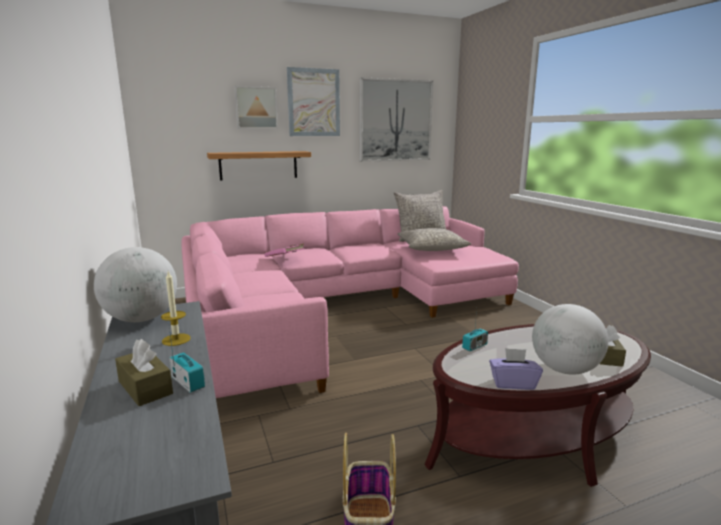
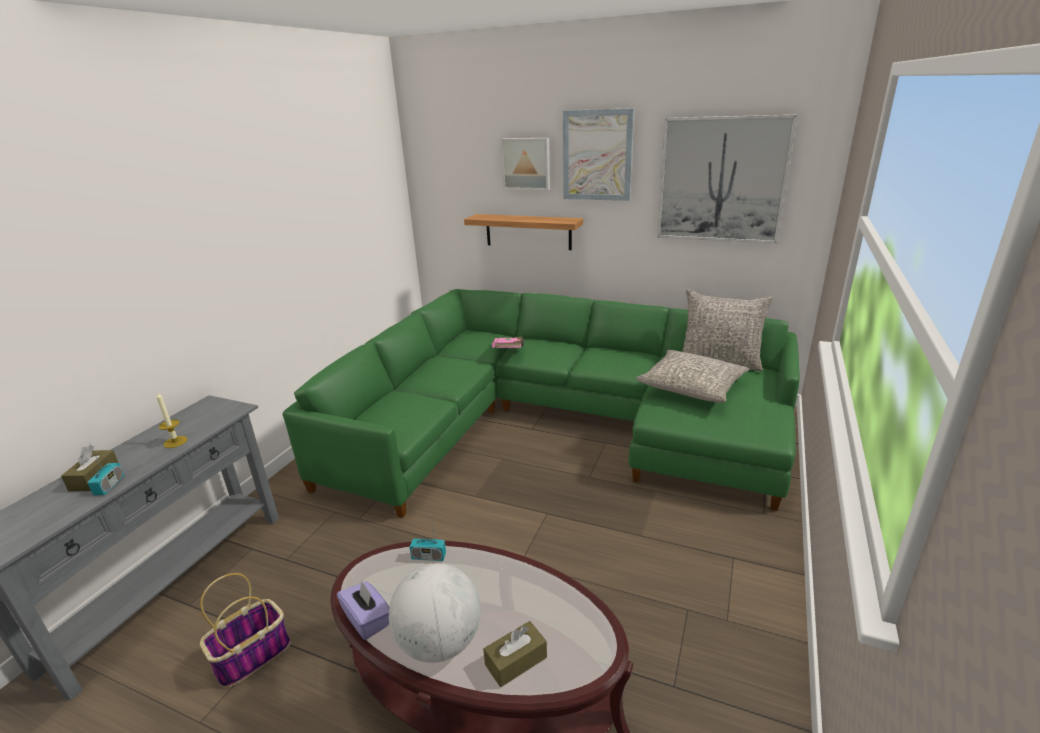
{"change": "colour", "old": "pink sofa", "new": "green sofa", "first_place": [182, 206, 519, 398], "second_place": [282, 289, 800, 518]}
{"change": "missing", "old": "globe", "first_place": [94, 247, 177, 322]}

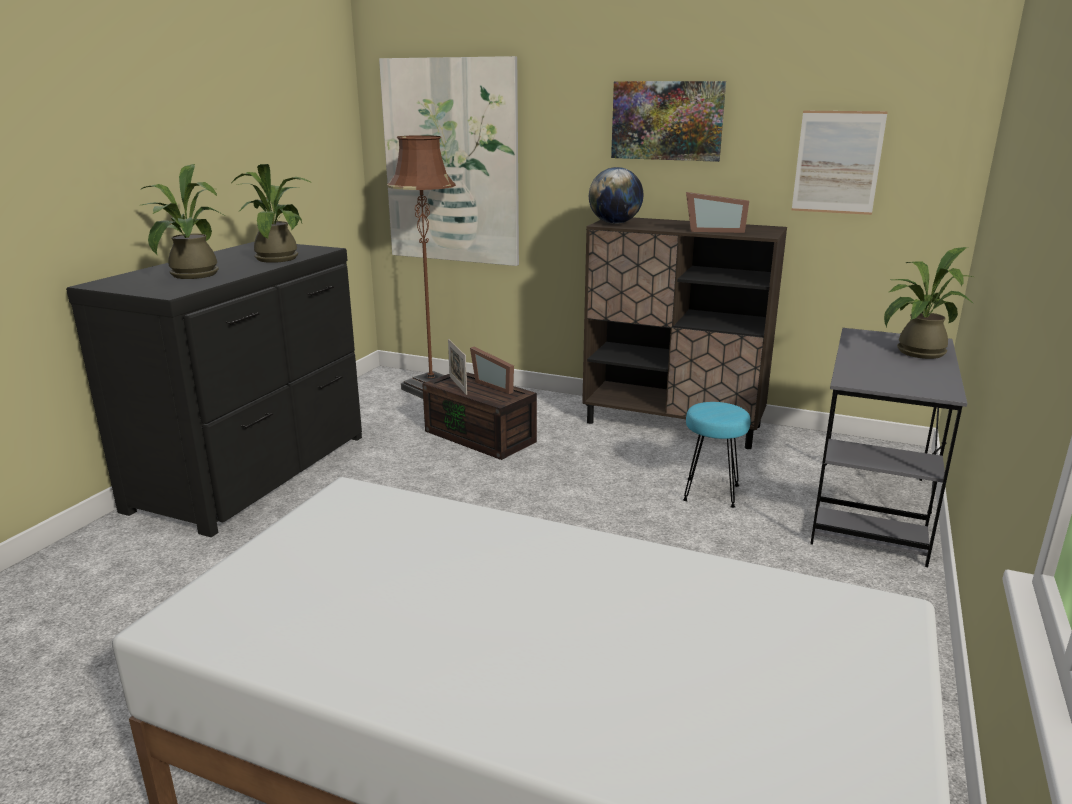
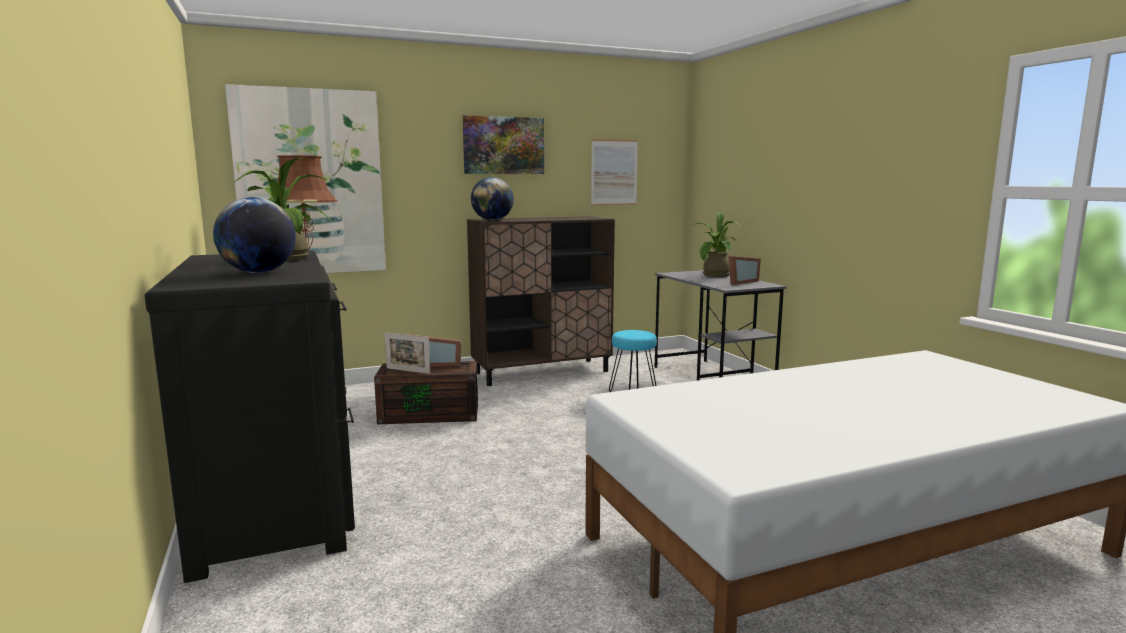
{"change": "exchanged", "old": "potted plant", "new": "globe", "first_place": [141, 164, 224, 279], "second_place": [213, 197, 296, 273]}
{"change": "relocated", "old": "picture frame", "first_place": [686, 192, 749, 233], "second_place": [728, 256, 761, 285]}

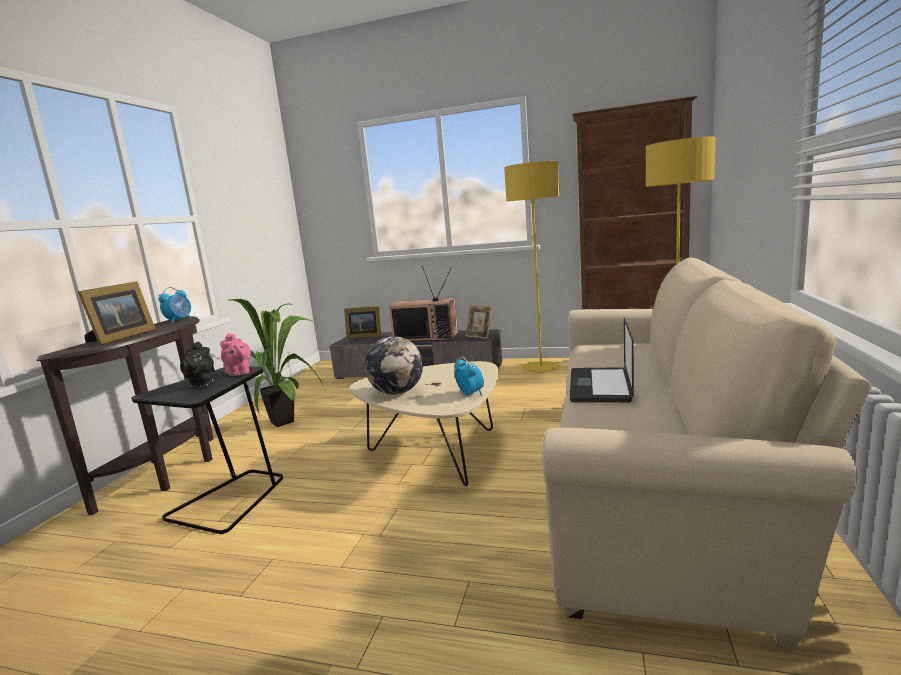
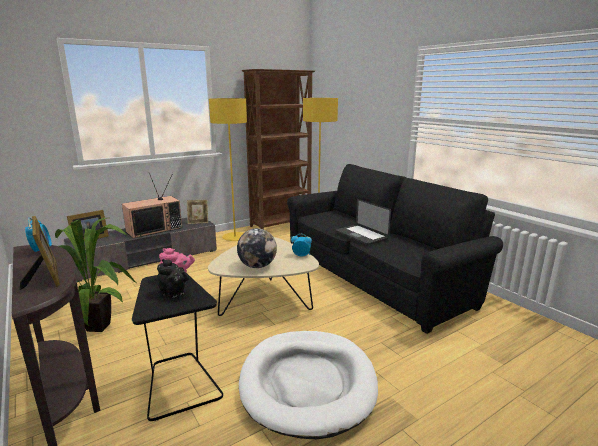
{"change": "appeared", "new": "white dog bed", "second_place": [239, 331, 378, 439]}
{"change": "colour", "old": "beige sofa", "new": "black sofa", "first_place": [542, 258, 871, 649], "second_place": [287, 164, 503, 334]}

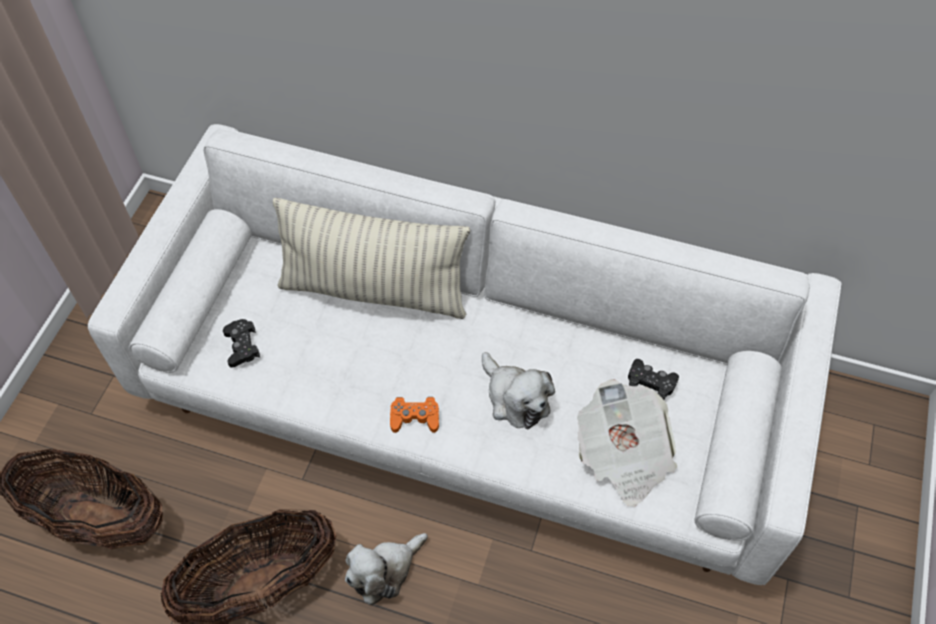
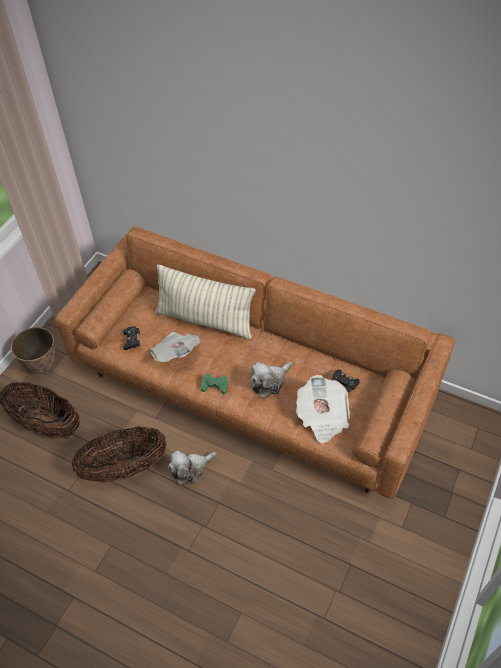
{"change": "appeared", "new": "planter", "second_place": [11, 327, 56, 374]}
{"change": "colour", "old": "white sofa", "new": "brown sofa", "first_place": [88, 124, 841, 585], "second_place": [55, 226, 455, 499]}
{"change": "appeared", "new": "newspaper", "second_place": [150, 332, 200, 362]}
{"change": "colour", "old": "orange game controller", "new": "green game controller", "first_place": [390, 397, 439, 433], "second_place": [201, 374, 228, 394]}
{"change": "spun", "old": "plush toy", "first_place": [482, 352, 555, 429], "second_place": [251, 362, 292, 399], "degrees": 75}

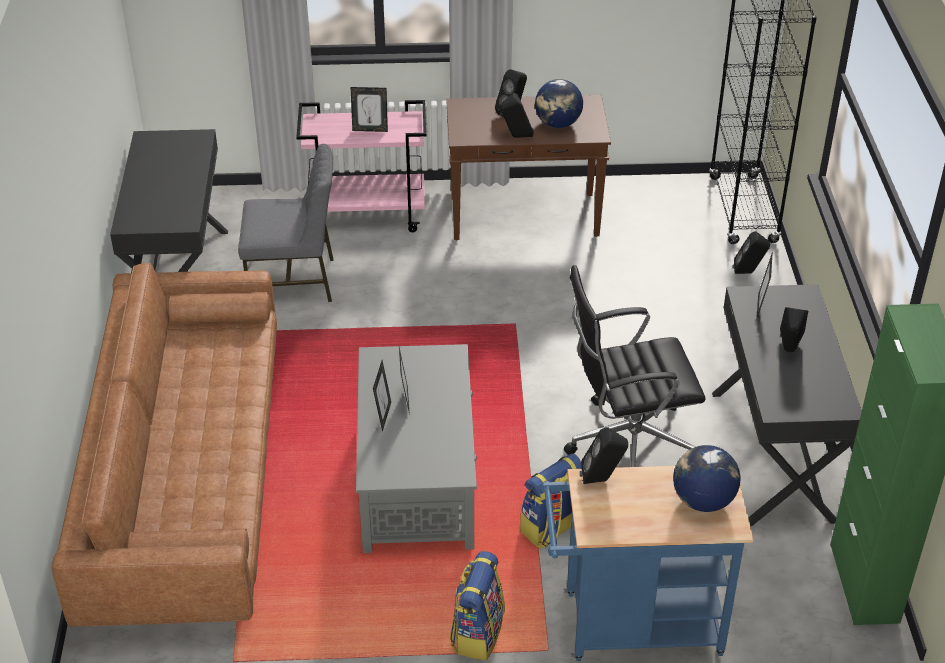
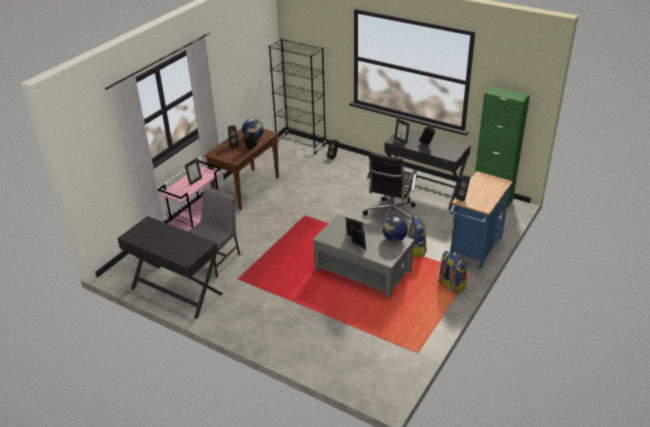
{"change": "relocated", "old": "globe", "first_place": [673, 445, 741, 512], "second_place": [383, 217, 408, 242]}
{"change": "missing", "old": "brown sofa", "first_place": [52, 263, 277, 627]}

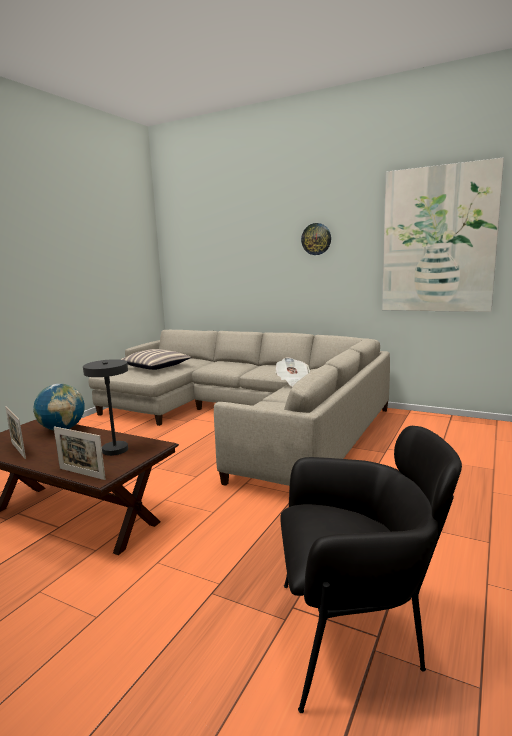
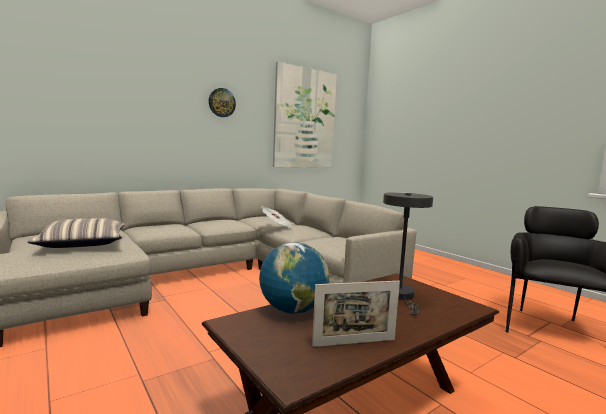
{"change": "missing", "old": "picture frame", "first_place": [54, 426, 106, 480]}

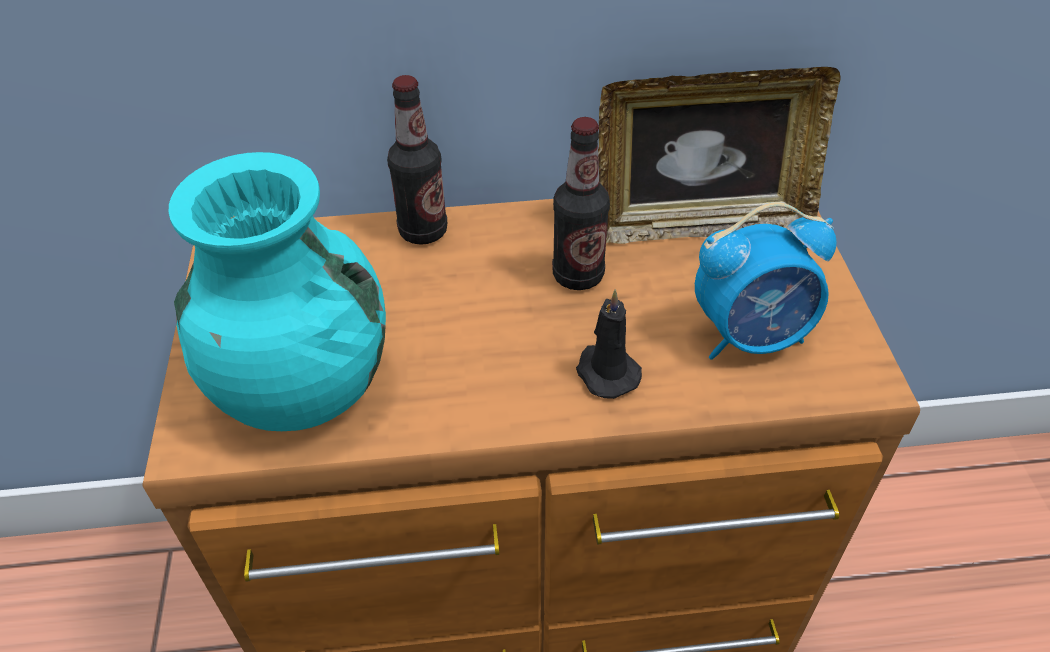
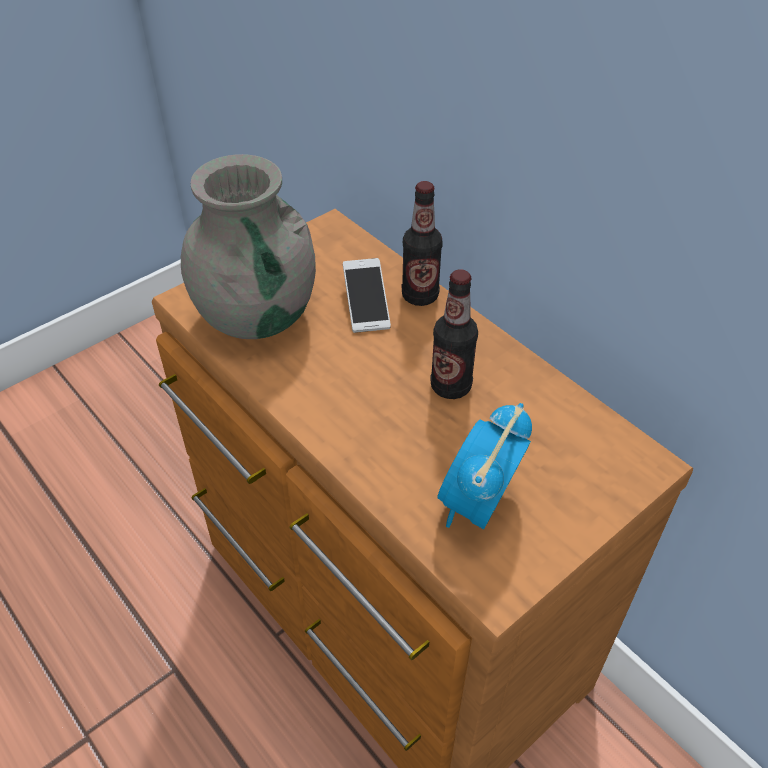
{"change": "colour", "old": "turquoise vase", "new": "grey vase", "first_place": [169, 152, 386, 431], "second_place": [181, 154, 316, 339]}
{"change": "appeared", "new": "phone", "second_place": [343, 258, 391, 333]}
{"change": "spun", "old": "alarm clock", "first_place": [695, 202, 837, 360], "second_place": [437, 403, 532, 529], "degrees": 75}
{"change": "missing", "old": "black candle", "first_place": [576, 289, 642, 399]}
{"change": "missing", "old": "picture frame", "first_place": [598, 67, 840, 244]}

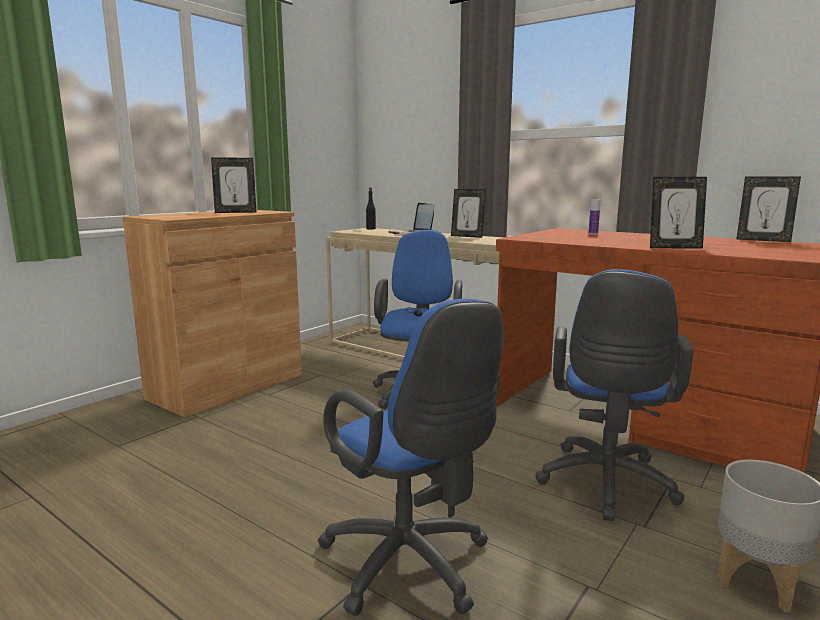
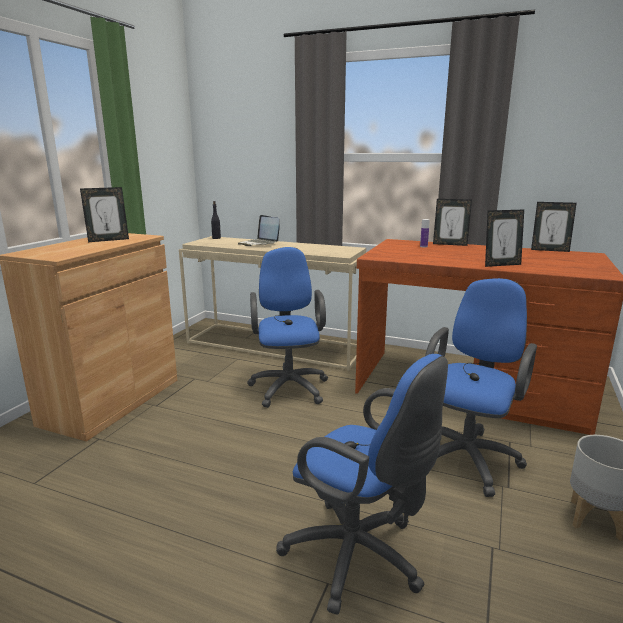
{"change": "spun", "old": "blue office chair", "first_place": [535, 269, 694, 521], "second_place": [425, 278, 537, 497], "degrees": -150}
{"change": "relocated", "old": "picture frame", "first_place": [451, 189, 486, 238], "second_place": [433, 199, 472, 246]}

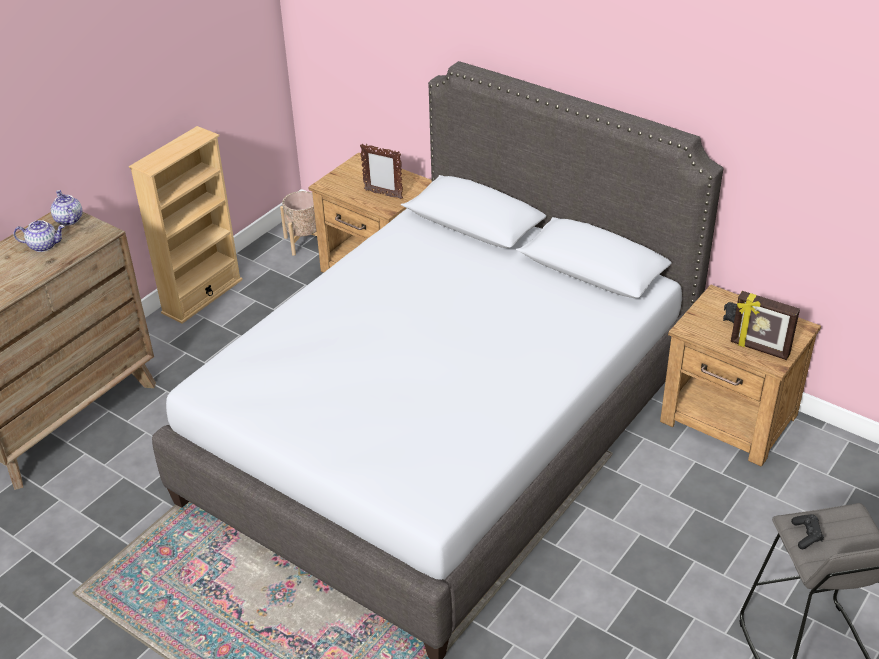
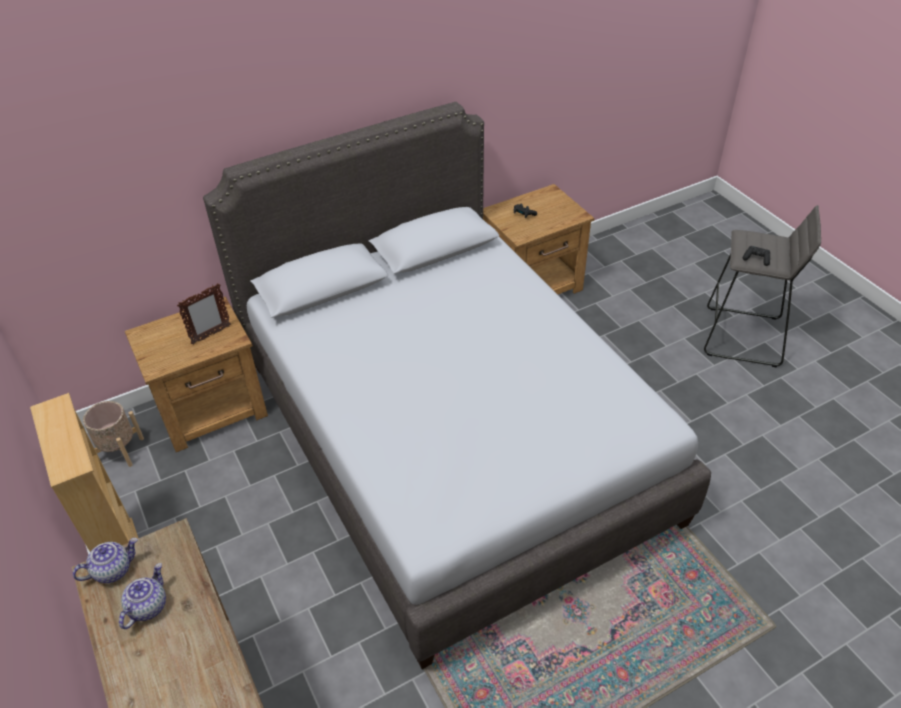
{"change": "spun", "old": "teapot", "first_place": [51, 190, 83, 226], "second_place": [73, 538, 138, 583], "degrees": 150}
{"change": "missing", "old": "picture frame", "first_place": [731, 291, 800, 360]}

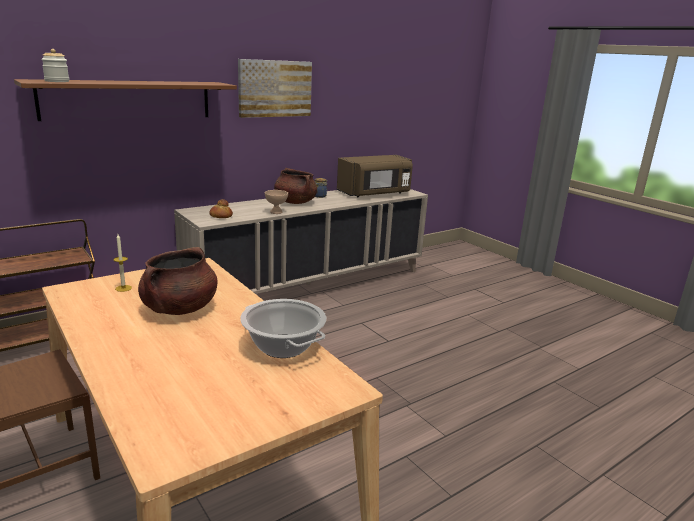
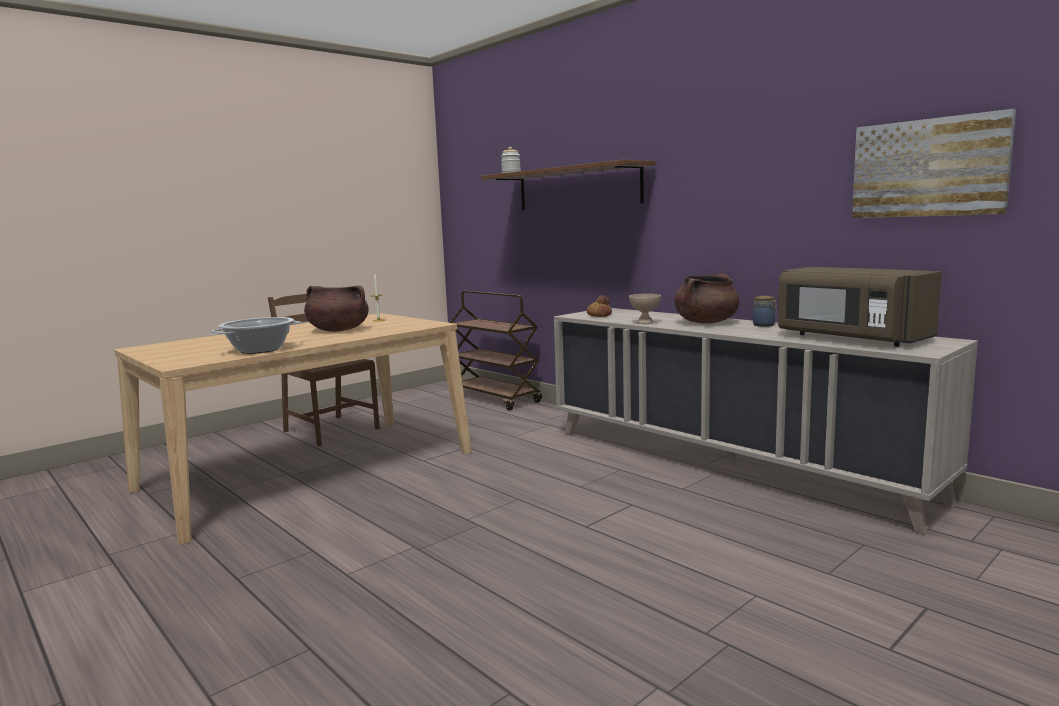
{"change": "relocated", "old": "picture", "first_place": [238, 59, 312, 118], "second_place": [852, 109, 1016, 218]}

